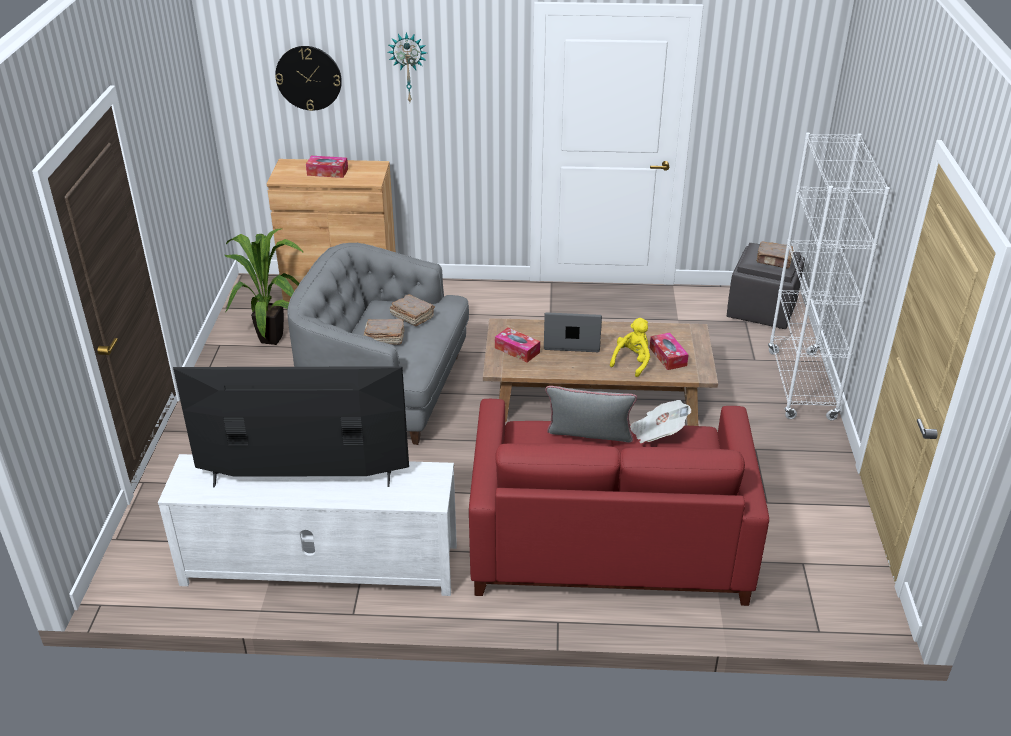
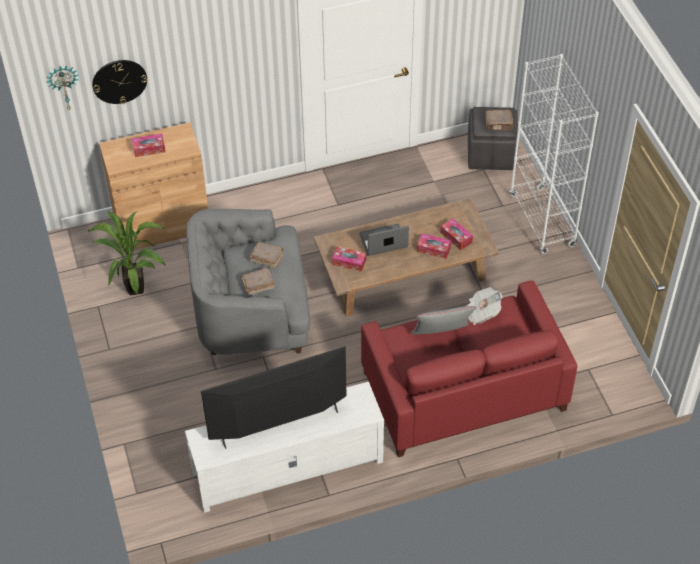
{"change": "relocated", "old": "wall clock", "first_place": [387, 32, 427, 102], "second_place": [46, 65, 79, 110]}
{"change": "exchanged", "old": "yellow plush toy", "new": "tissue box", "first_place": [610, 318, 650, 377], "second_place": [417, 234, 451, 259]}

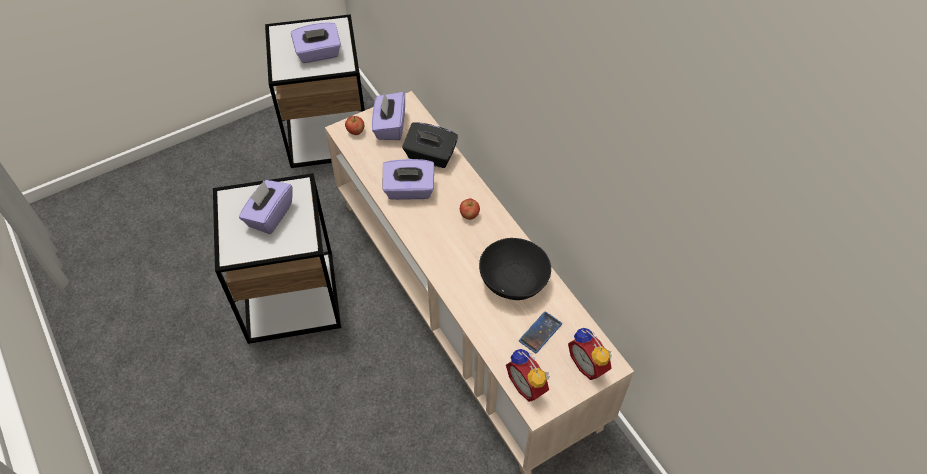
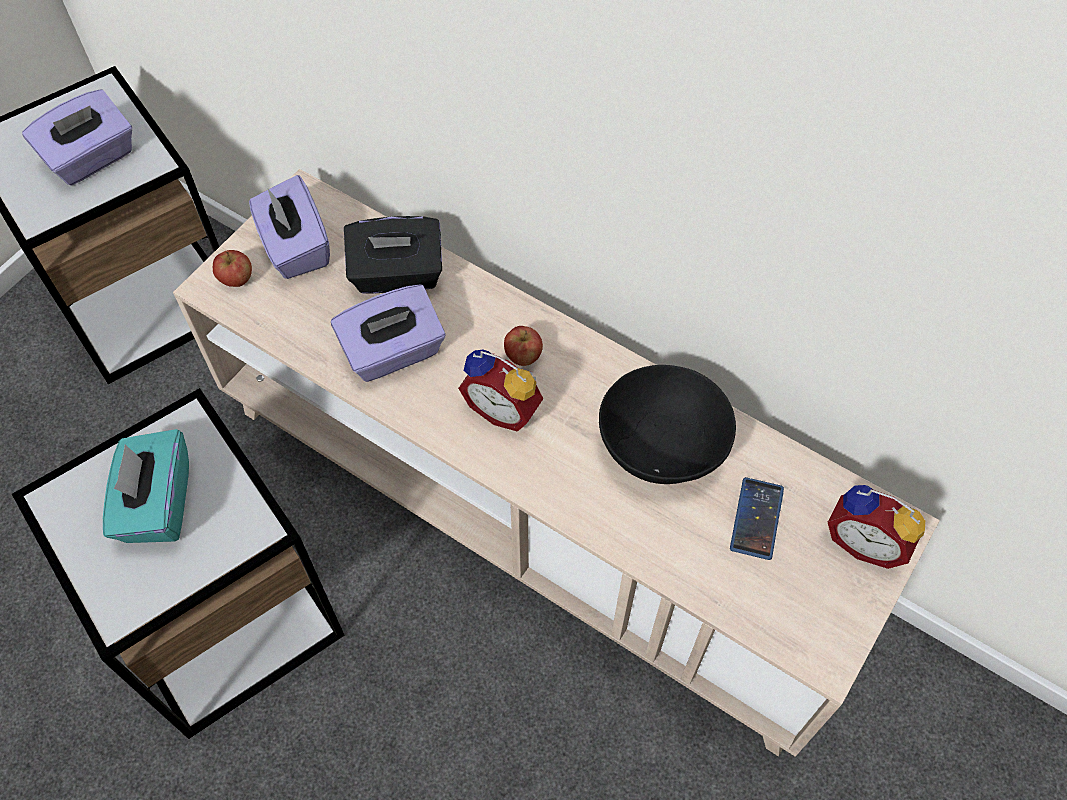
{"change": "colour", "old": "purple tissue box", "new": "turquoise tissue box", "first_place": [239, 180, 292, 234], "second_place": [103, 429, 189, 543]}
{"change": "relocated", "old": "alarm clock", "first_place": [506, 349, 550, 402], "second_place": [458, 350, 543, 432]}

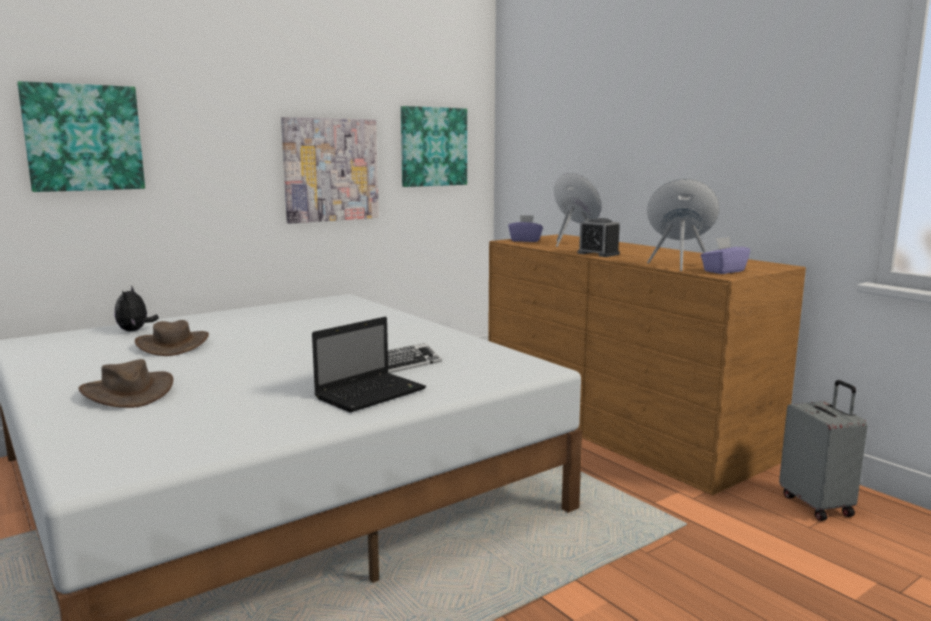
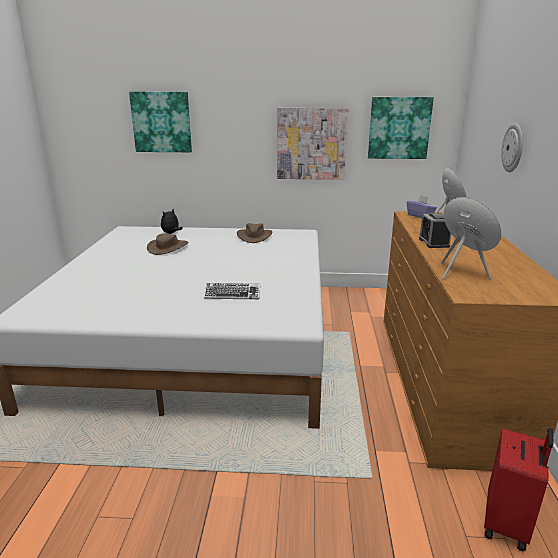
{"change": "relocated", "old": "brown hat", "first_place": [79, 359, 173, 408], "second_place": [237, 223, 272, 243]}
{"change": "colour", "old": "grey suitcase", "new": "red suitcase", "first_place": [779, 380, 868, 521], "second_place": [484, 428, 554, 551]}
{"change": "appeared", "new": "wall clock", "second_place": [501, 123, 523, 172]}
{"change": "missing", "old": "laptop", "first_place": [312, 317, 426, 413]}
{"change": "missing", "old": "purple tissue box", "first_place": [701, 237, 750, 274]}

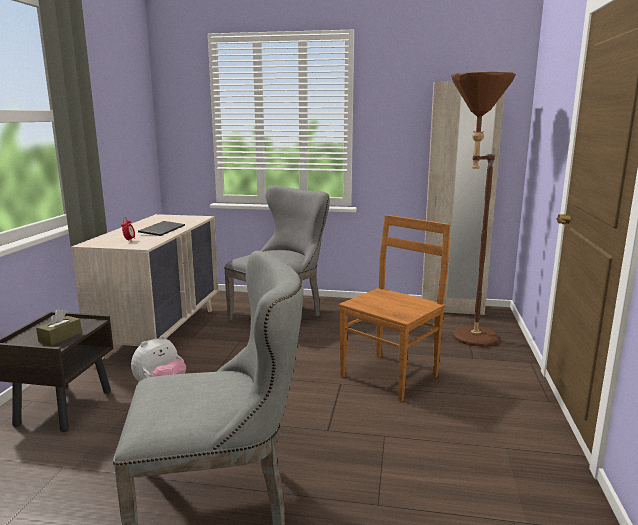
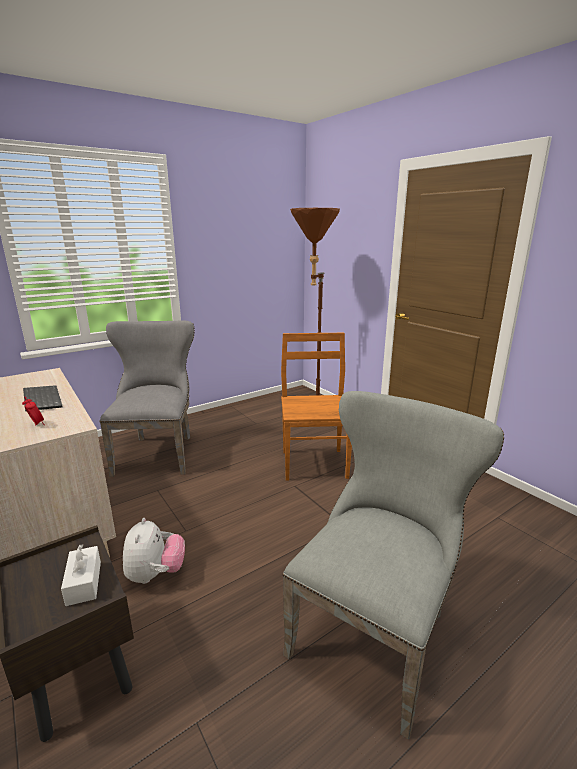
{"change": "colour", "old": "brown tissue box", "new": "white tissue box", "first_place": [36, 309, 82, 346], "second_place": [61, 544, 101, 606]}
{"change": "missing", "old": "beige wardrobe", "first_place": [422, 81, 505, 315]}

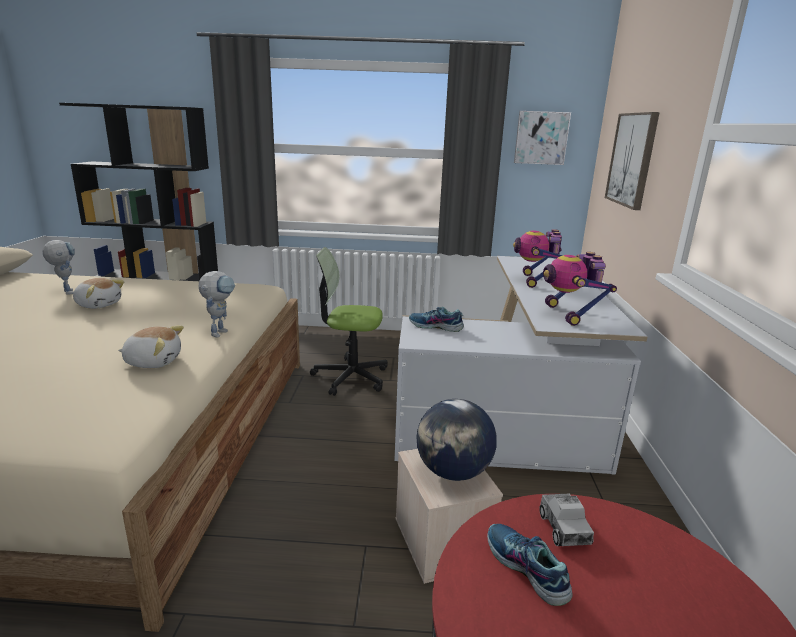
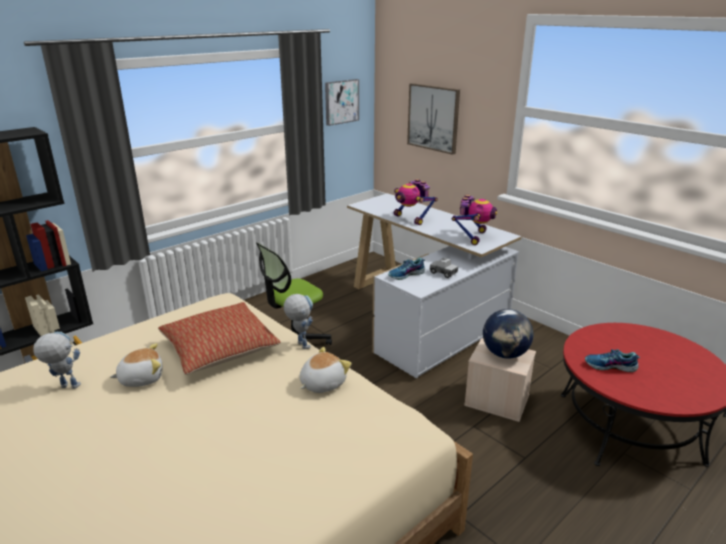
{"change": "appeared", "new": "pillow", "second_place": [158, 302, 281, 375]}
{"change": "relocated", "old": "toy truck", "first_place": [539, 494, 594, 546], "second_place": [429, 258, 458, 278]}
{"change": "spun", "old": "toy robot", "first_place": [543, 252, 617, 326], "second_place": [452, 195, 497, 245], "degrees": -105}

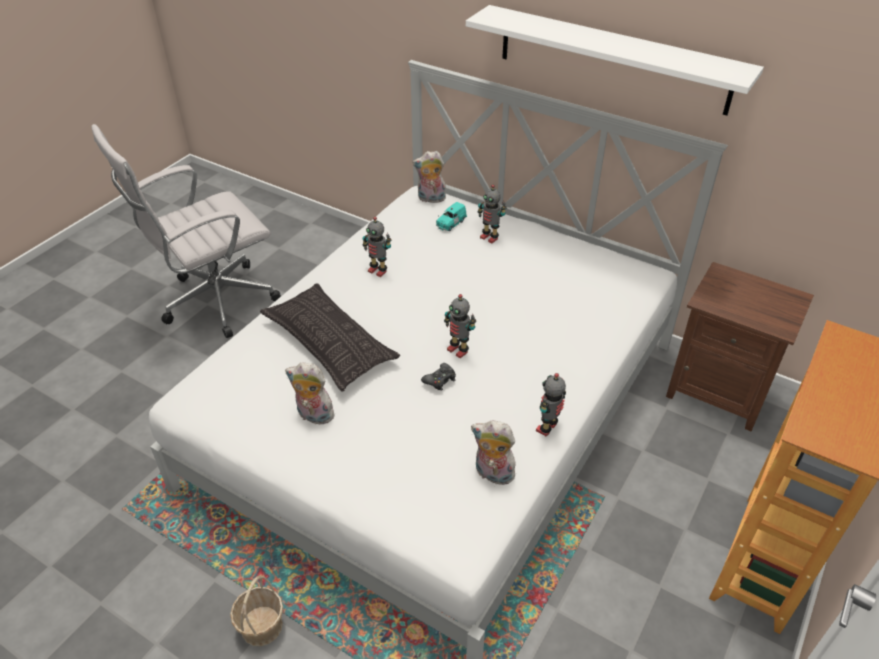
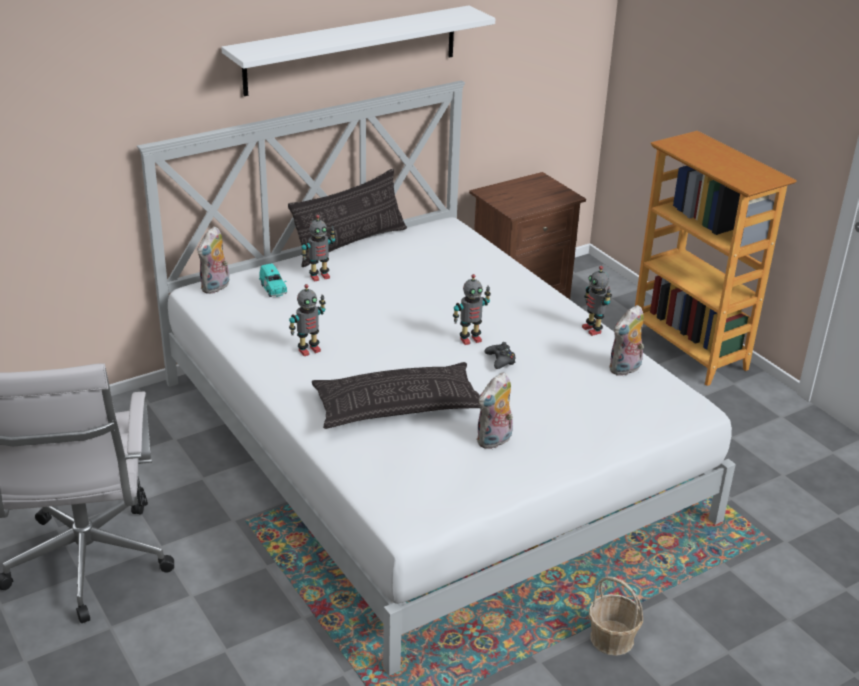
{"change": "appeared", "new": "pillow", "second_place": [288, 169, 407, 267]}

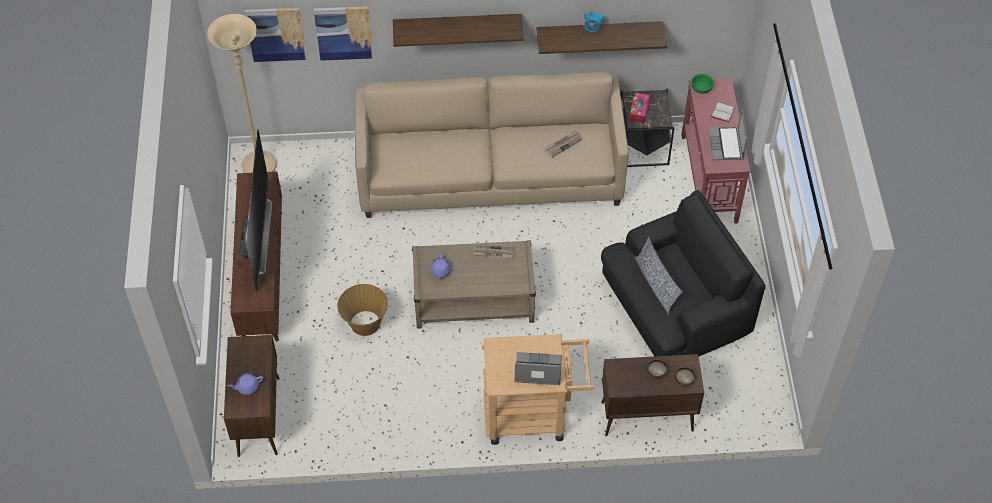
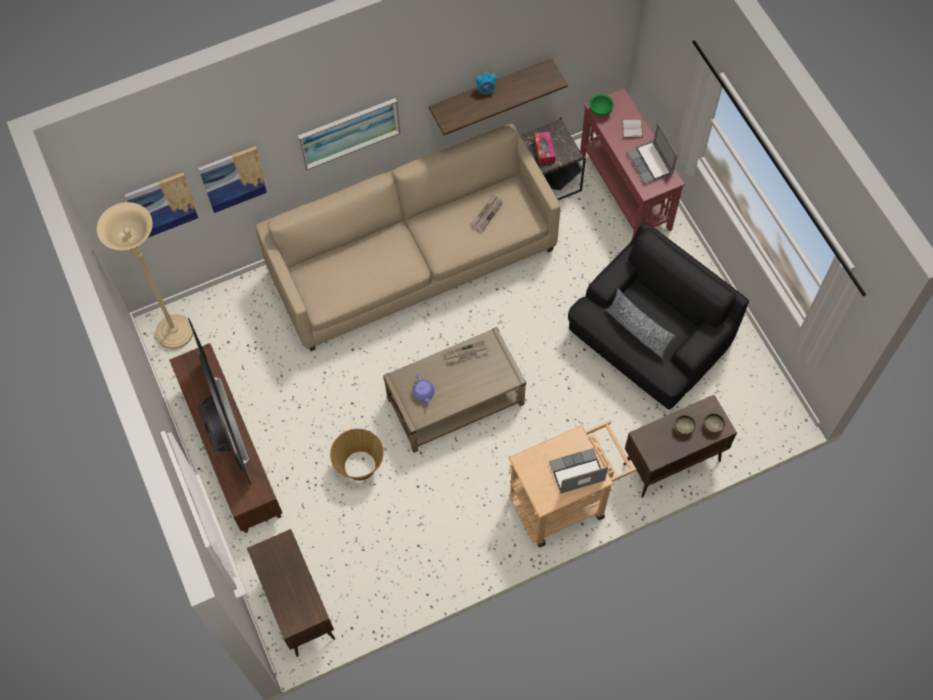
{"change": "exchanged", "old": "shelf", "new": "picture", "first_place": [393, 14, 524, 47], "second_place": [298, 98, 400, 170]}
{"change": "missing", "old": "purple teapot", "first_place": [228, 373, 263, 395]}

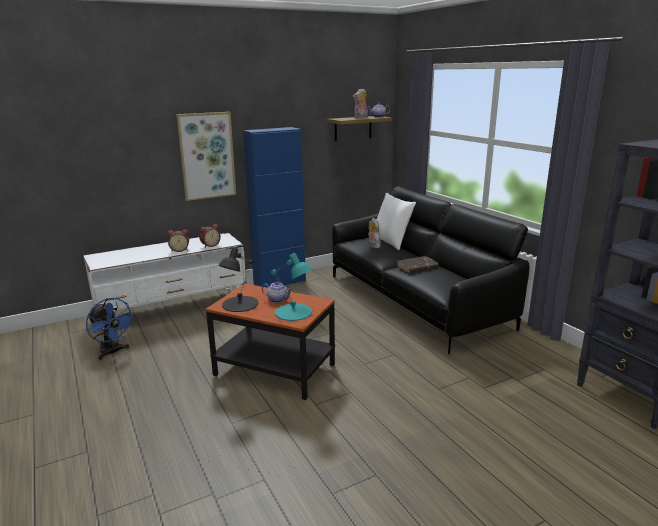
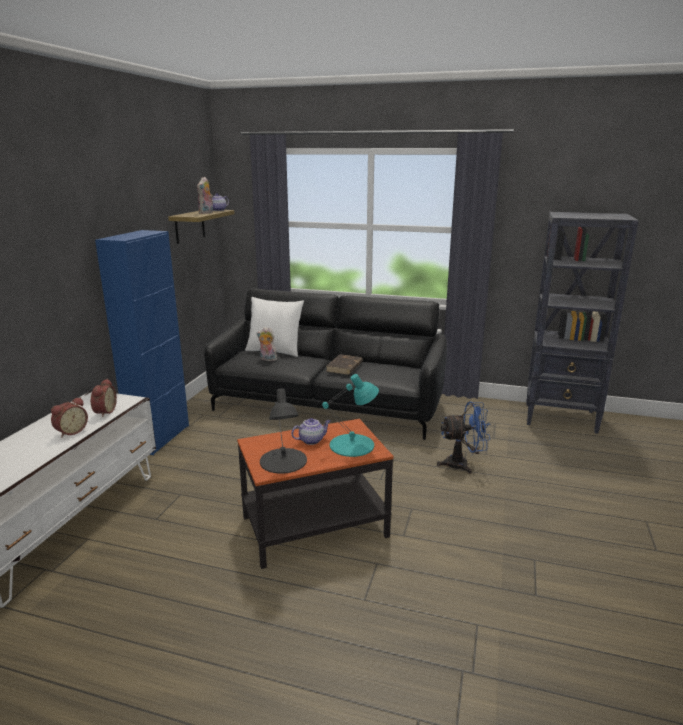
{"change": "relocated", "old": "blue fan", "first_place": [86, 298, 135, 360], "second_place": [437, 402, 491, 474]}
{"change": "missing", "old": "picture", "first_place": [176, 112, 236, 201]}

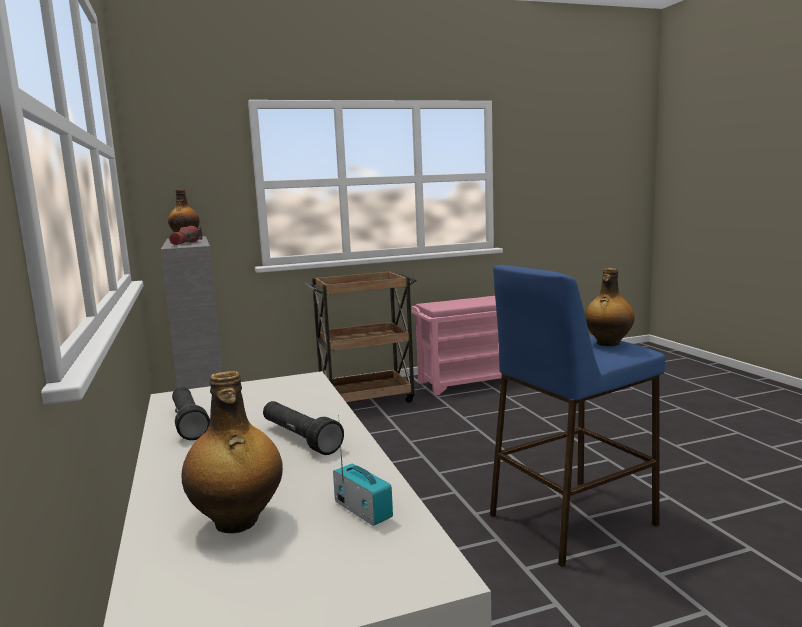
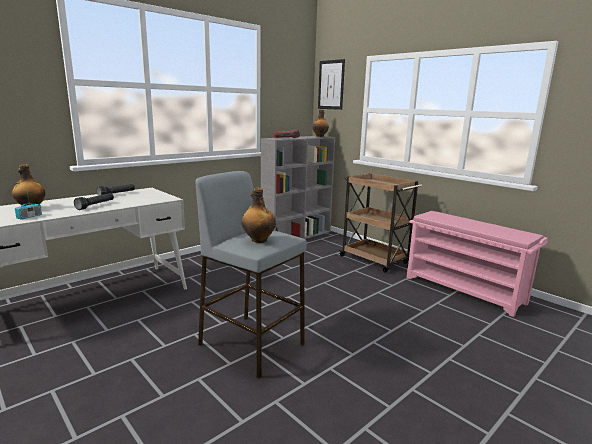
{"change": "colour", "old": "blue stool", "new": "grey stool", "first_place": [490, 265, 665, 567], "second_place": [196, 171, 307, 379]}
{"change": "appeared", "new": "picture", "second_place": [318, 59, 345, 110]}

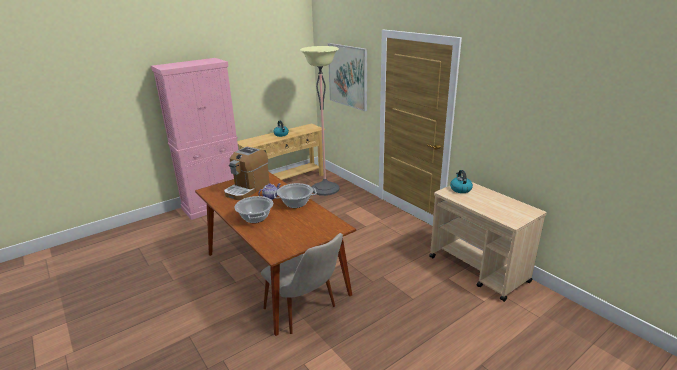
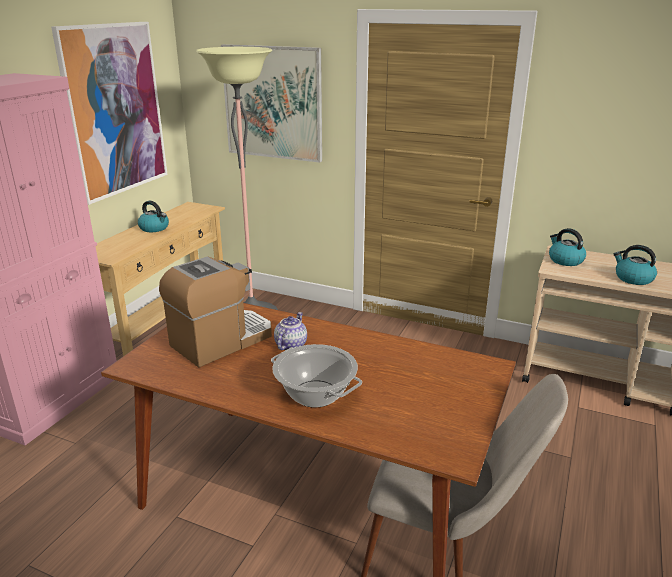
{"change": "appeared", "new": "picture", "second_place": [51, 22, 168, 205]}
{"change": "spun", "old": "coffee machine", "first_place": [224, 147, 270, 200], "second_place": [159, 257, 272, 367], "degrees": -135}
{"change": "appeared", "new": "kettle", "second_place": [614, 245, 657, 285]}
{"change": "missing", "old": "cooking pot", "first_place": [274, 183, 317, 208]}

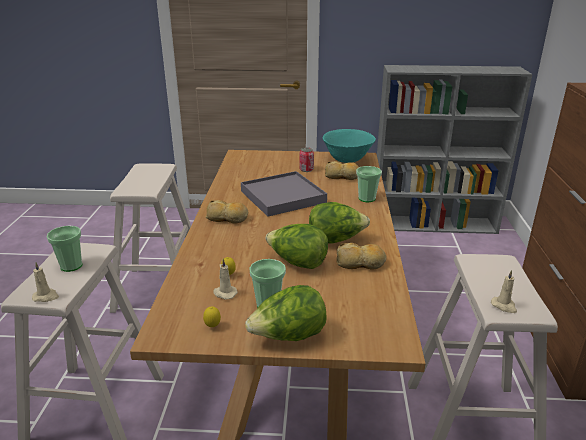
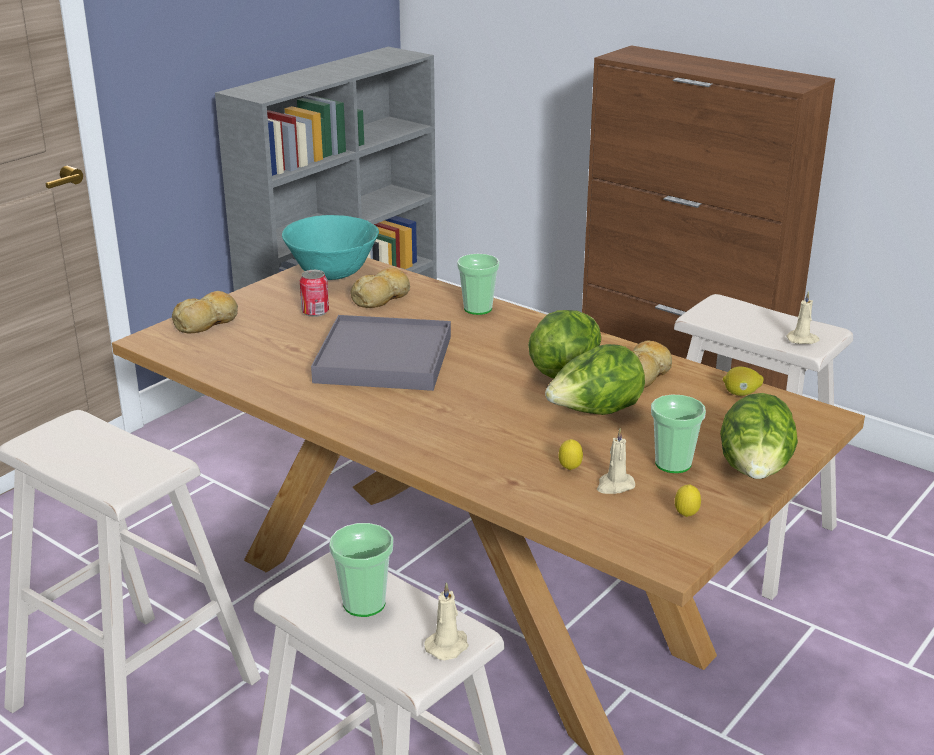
{"change": "relocated", "old": "bread", "first_place": [206, 200, 248, 223], "second_place": [172, 291, 238, 333]}
{"change": "appeared", "new": "lemon", "second_place": [723, 367, 764, 396]}

